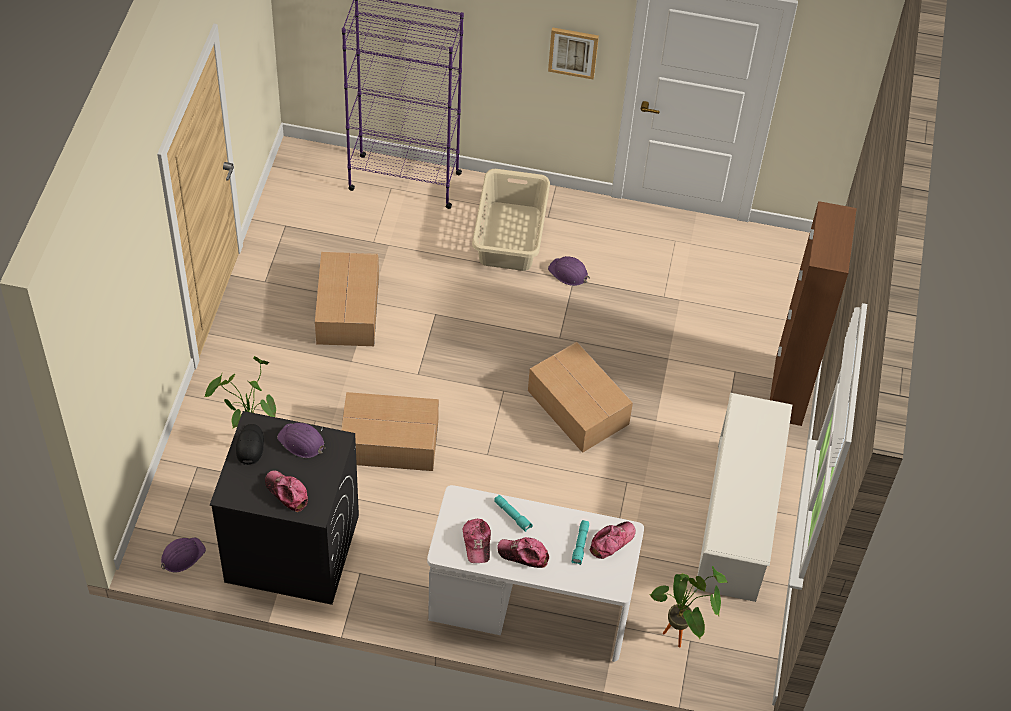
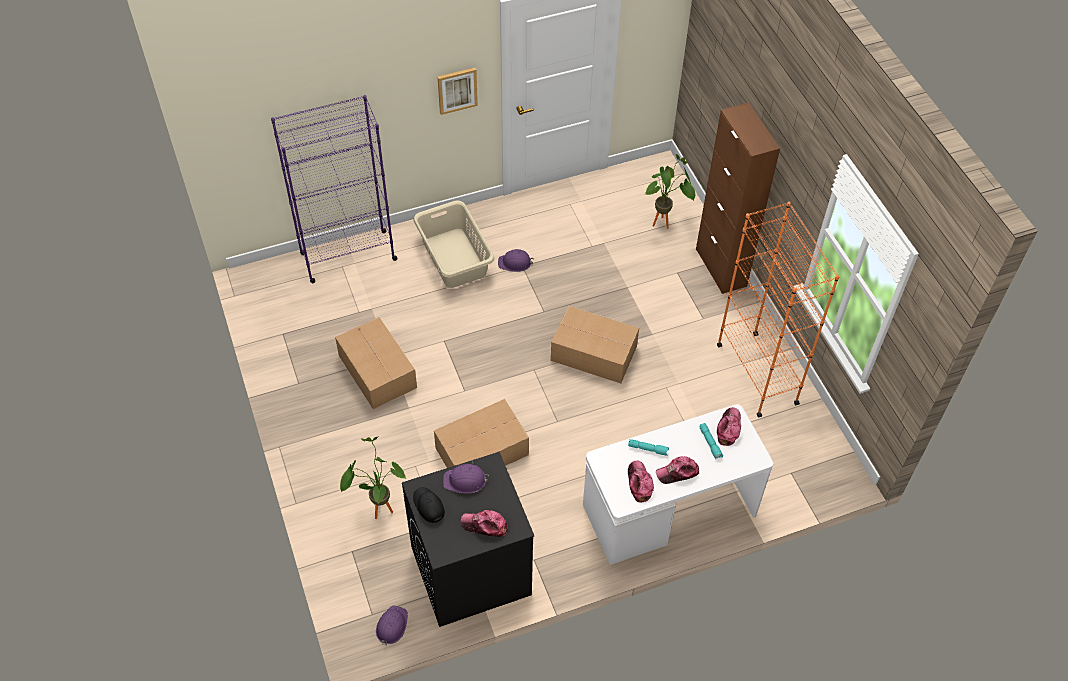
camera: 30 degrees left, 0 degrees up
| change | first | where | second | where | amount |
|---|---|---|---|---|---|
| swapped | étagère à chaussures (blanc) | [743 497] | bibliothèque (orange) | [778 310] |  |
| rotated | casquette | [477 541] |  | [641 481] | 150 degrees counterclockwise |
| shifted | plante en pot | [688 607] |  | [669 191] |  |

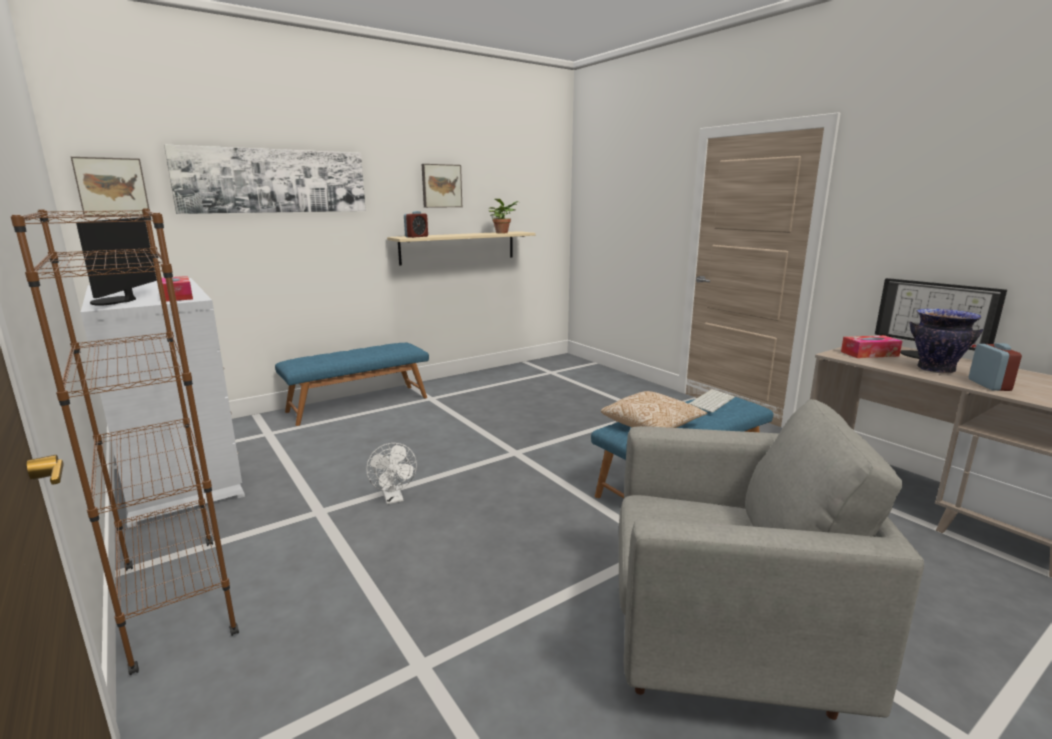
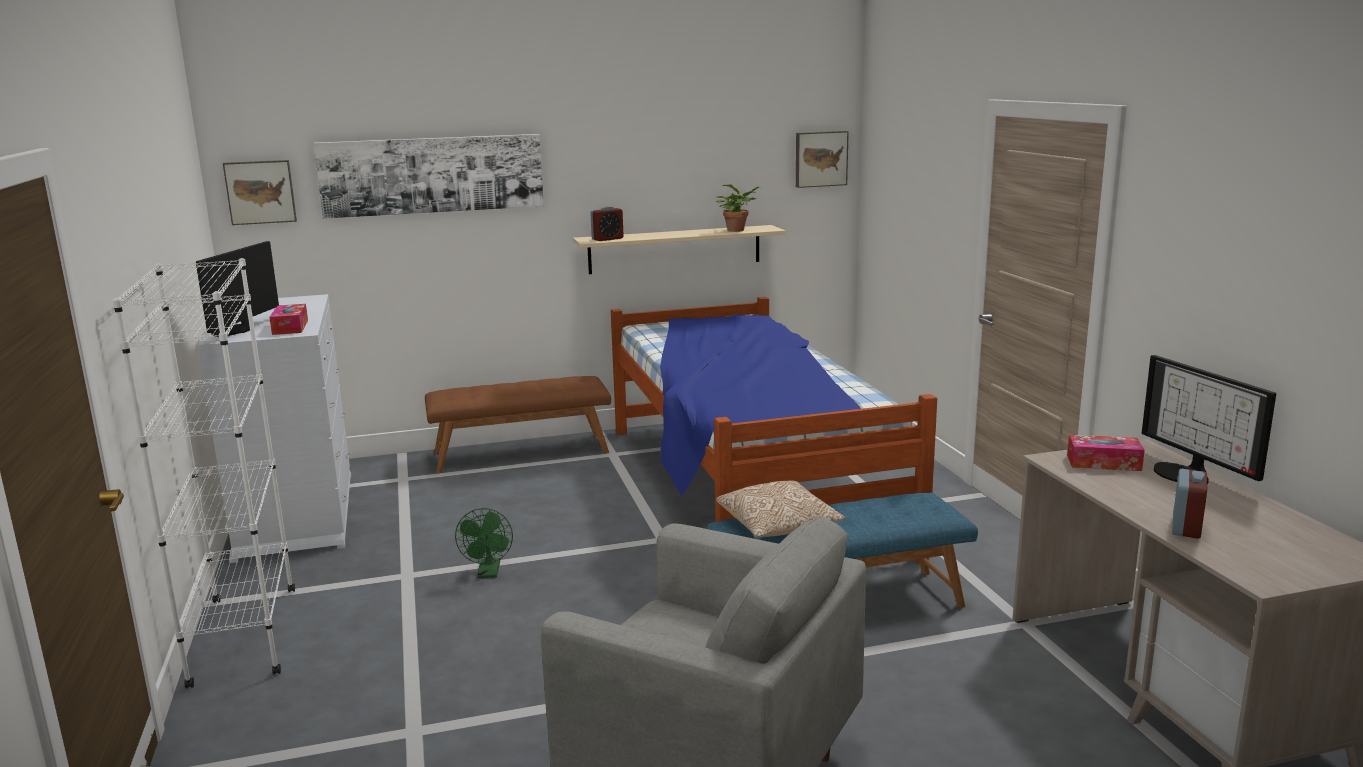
camera: 20 degrees right, 0 degrees up
| change | first | where | second | where | amount |
|---|---|---|---|---|---|
| shifted | tableau | [442 186] |  | [822 159] |  |
| repainted | bibliothèque (marron) | [124 441] | bibliothèque (blanc) | [204 473] |  |
| gone | vase | [946 341] |  |  |  |
| repainted | banc (bleu) | [352 384] | banc (marron) | [518 424] |  |
| gone | clavier | [711 401] |  |  |  |
| repainted | ventilateur (blanc) | [391 473] | ventilateur (vert) | [484 543] |  |
| new |  |  | lit | [774 430] |  |

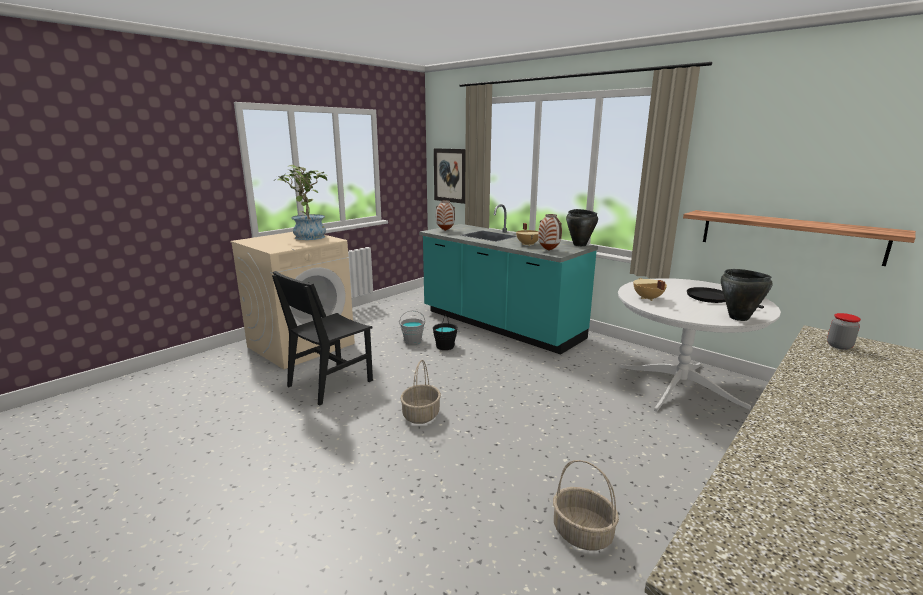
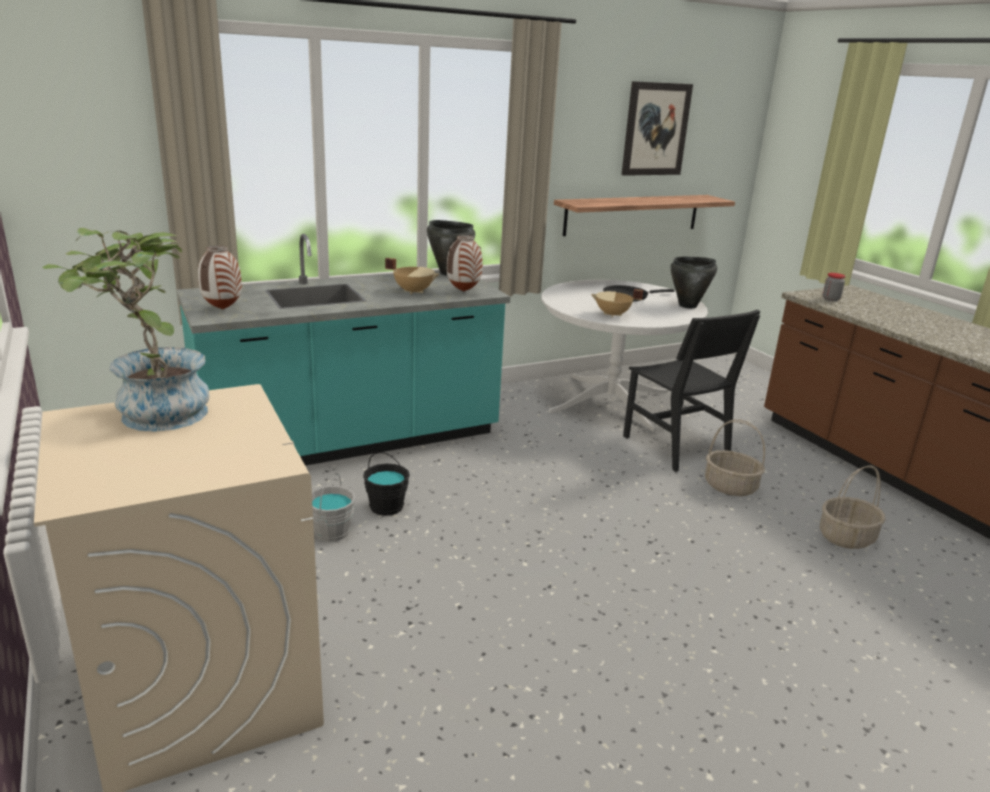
camera: 70 degrees left, 5 degrees up
| change | first | where | second | where | amount |
|---|---|---|---|---|---|
| shifted | tableau | [450 176] |  | [657 128] |  |
| shifted | chaise (noir) | [322 338] |  | [692 391] |  |
| shifted | panier | [420 392] |  | [735 457] |  |

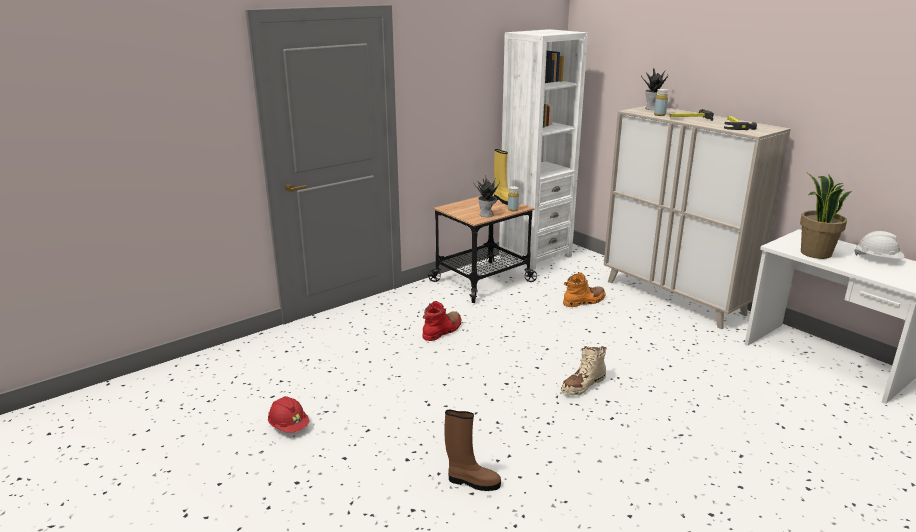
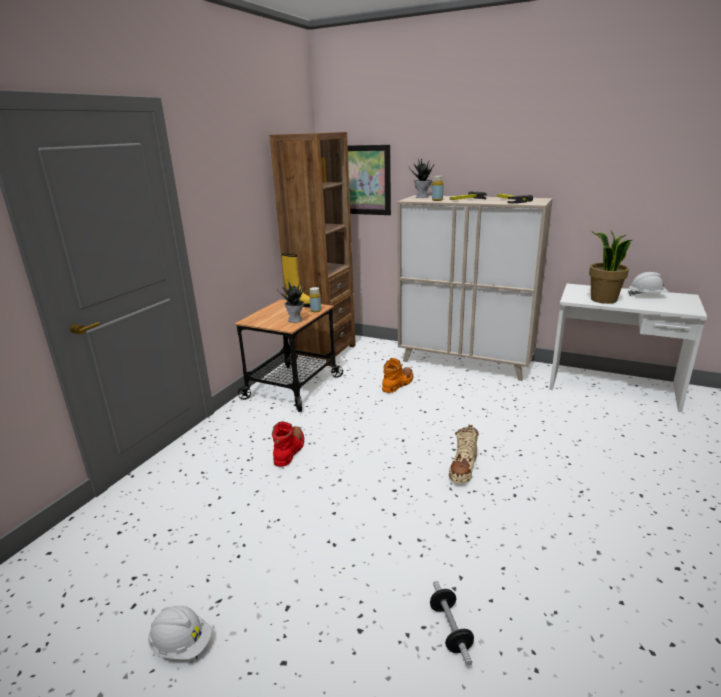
camera: 25 degrees left, 0 degrees up
| change | first | where | second | where | amount |
|---|---|---|---|---|---|
| repainted | bibliothèque (blanc) | [543 149] | bibliothèque (marron) | [312 249] |  |
| repainted | casque de chantier (rouge) | [289 414] | casque de chantier (blanc) | [180 633] |  |
| swapped | botte (marron) | [472 450] | haltère | [452 623] |  |
| new |  |  | tableau | [369 180] |  |

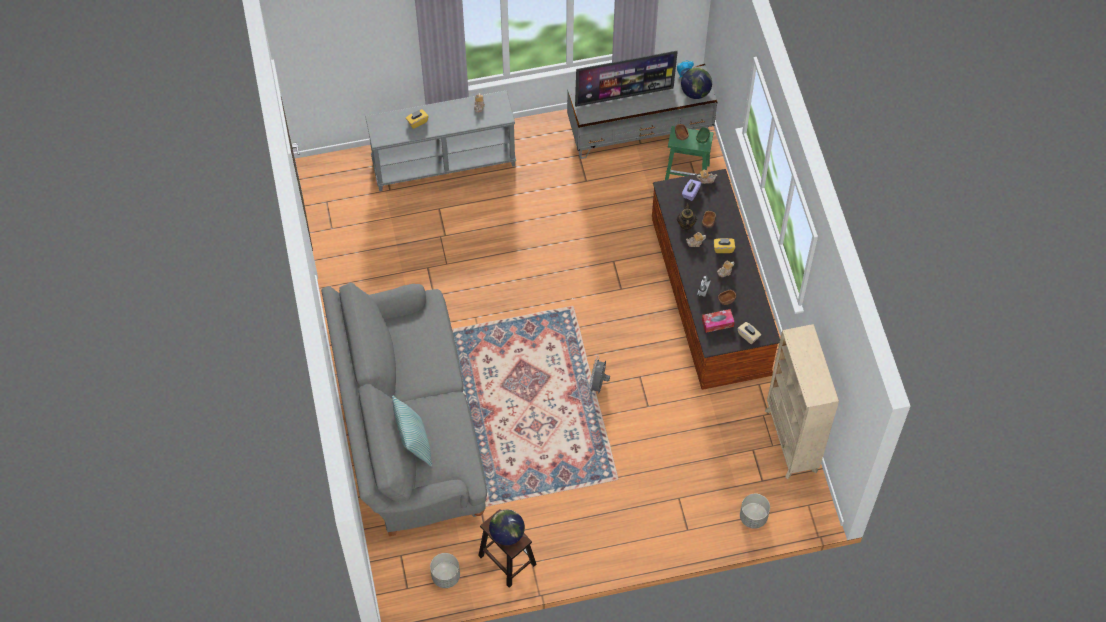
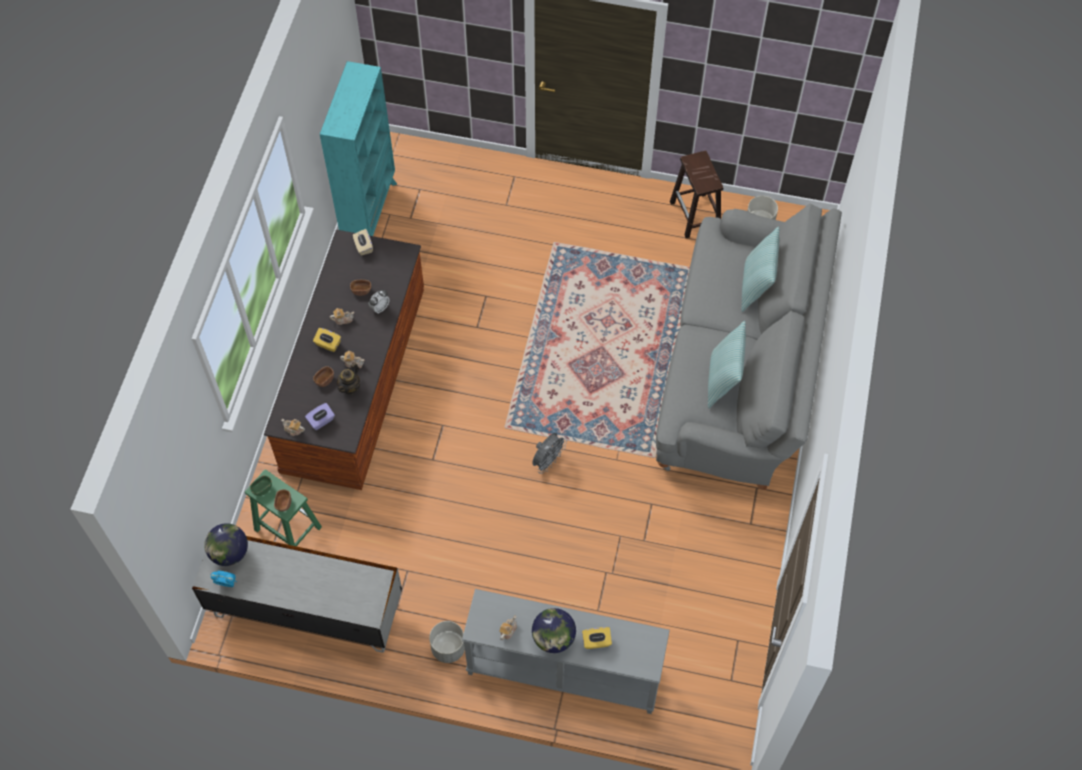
camera: 155 degrees left, 0 degrees up
| change | first | where | second | where | amount |
|---|---|---|---|---|---|
| gone | téléviseur | [626 79] |  |  |  |
| gone | boîte à mouchoirs | [718 321] |  |  |  |
| repainted | bibliothèque (beige) | [802 401] | bibliothèque (turquoise) | [358 148] |  |
| shifted | ventilateur (gris) | [599 375] |  | [549 453] |  |
| shifted | cache-pot (gris) | [755 511] |  | [447 642] |  |
| shifted | globe | [507 527] |  | [554 630] |  |
| new |  |  | coussin | [727 364] |  |

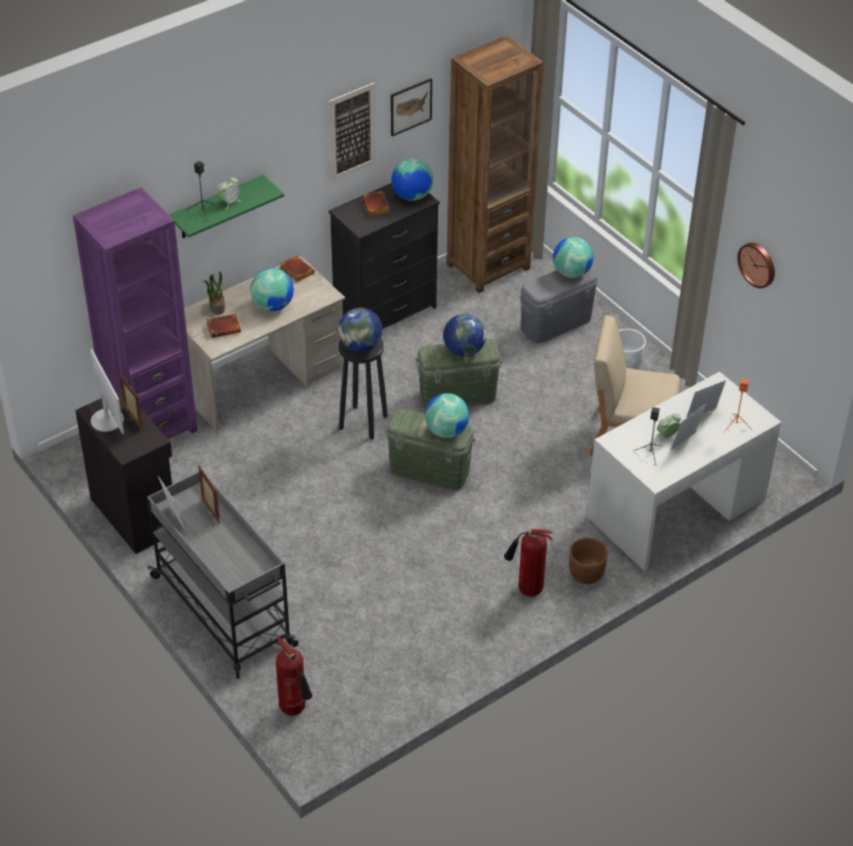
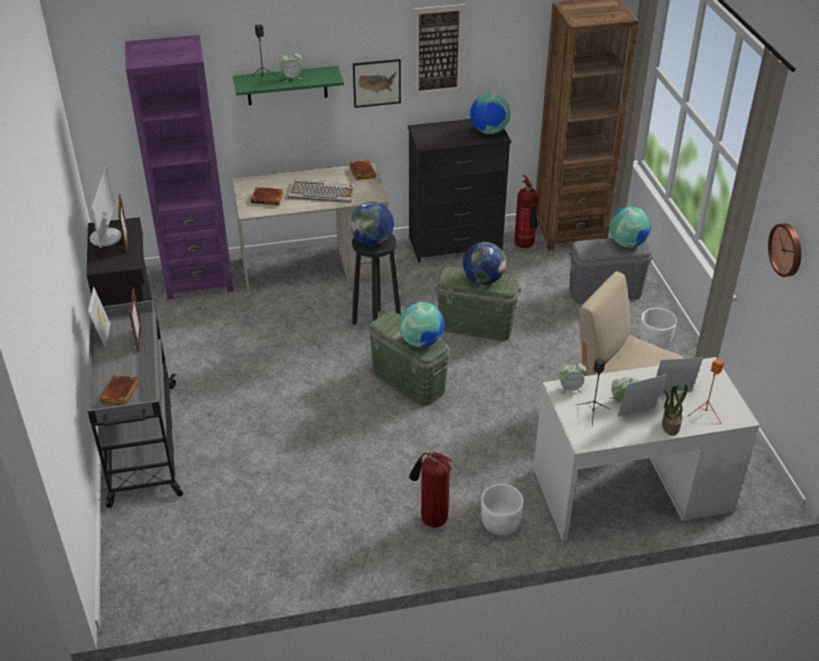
camera: 25 degrees right, 5 degrees down
| change | first | where | second | where | amount |
|---|---|---|---|---|---|
| shifted | tableau | [411 107] |  | [377 83] |  |
| shifted | livre (marron) | [376 203] |  | [119 390] |  |
| swapped | globe | [272 289] | clavier | [321 191] |  |
| shifted | plante en pot | [214 293] |  | [675 409] |  |
| repainted | cache-pot (marron) | [588 561] | cache-pot (blanc) | [502 509] |  |
| shifted | extincteur | [294 676] |  | [526 211] |  |
| new |  |  | réveil | [573 377] |  |

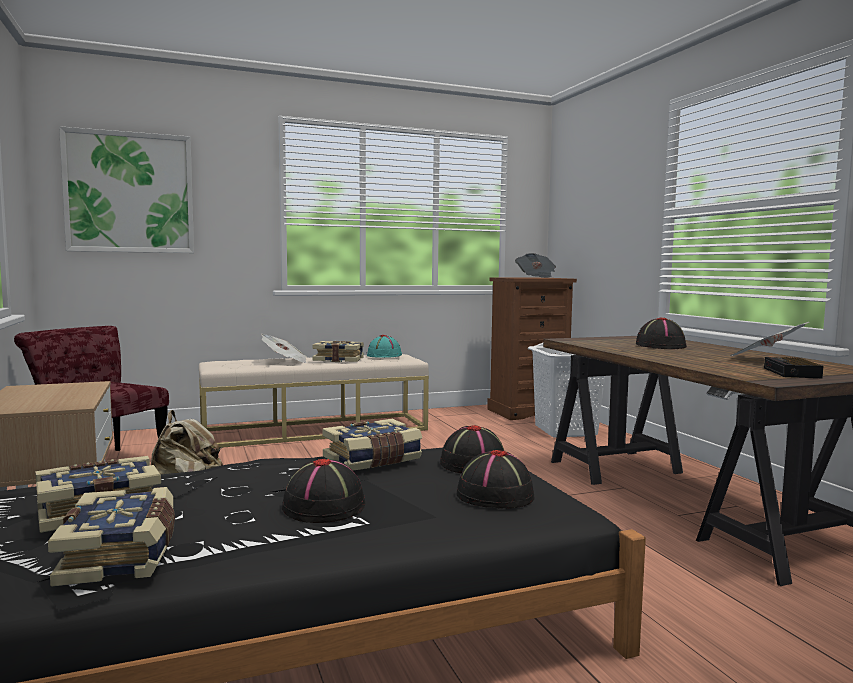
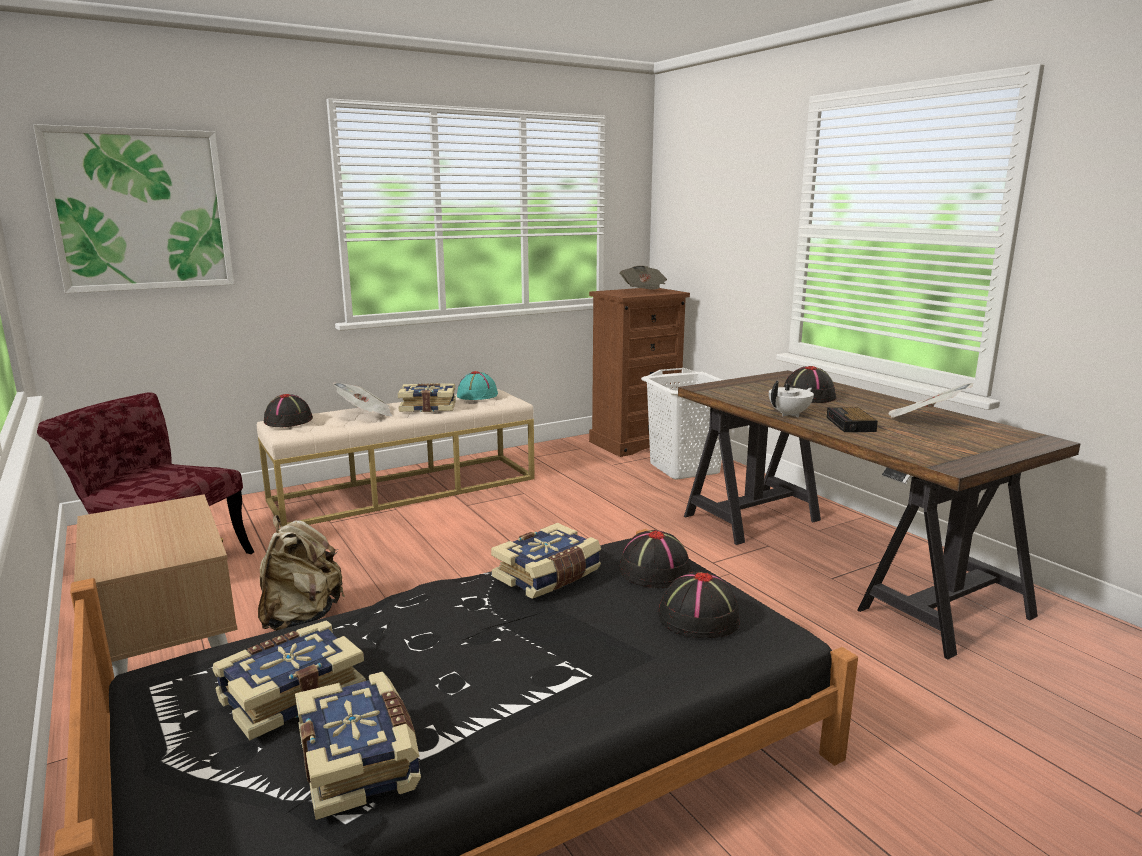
camera: 10 degrees left, 10 degrees up
| change | first | where | second | where | amount |
|---|---|---|---|---|---|
| shifted | réveil | [793 367] |  | [852 419] |  |
| shifted | chapeau (noir) | [323 491] |  | [288 410] |  |
| new |  |  | théière (blanc) | [791 399] |  |

